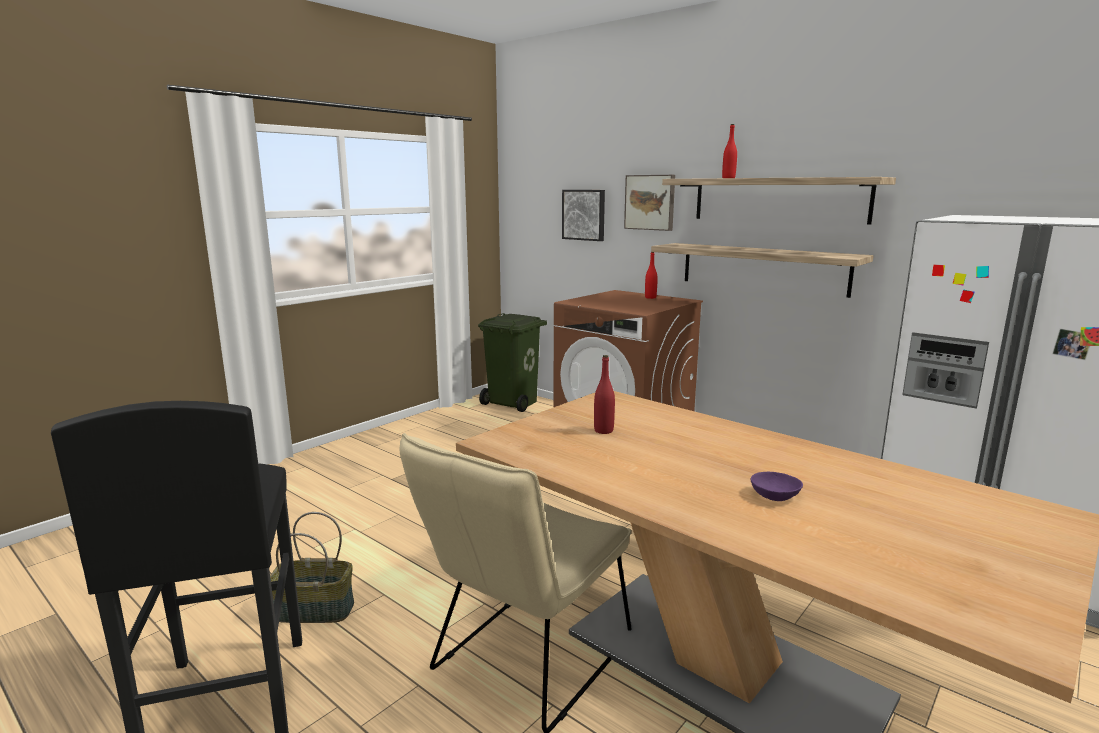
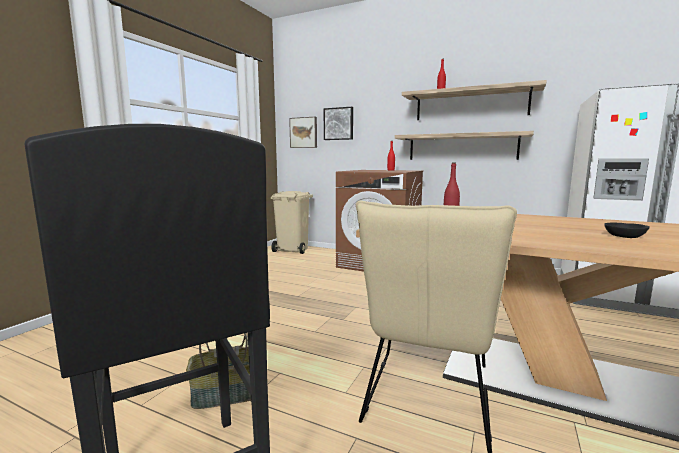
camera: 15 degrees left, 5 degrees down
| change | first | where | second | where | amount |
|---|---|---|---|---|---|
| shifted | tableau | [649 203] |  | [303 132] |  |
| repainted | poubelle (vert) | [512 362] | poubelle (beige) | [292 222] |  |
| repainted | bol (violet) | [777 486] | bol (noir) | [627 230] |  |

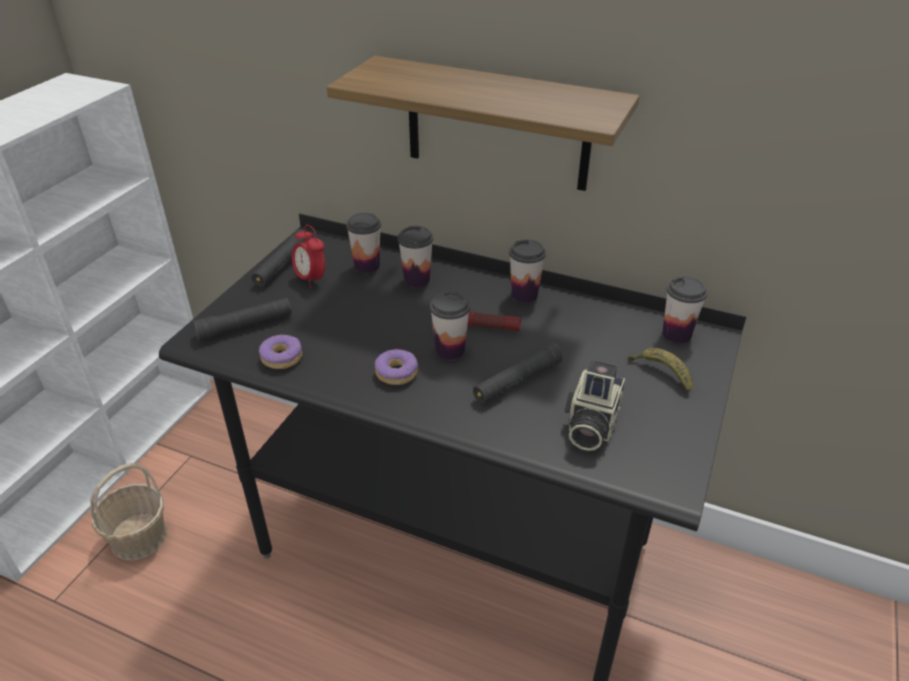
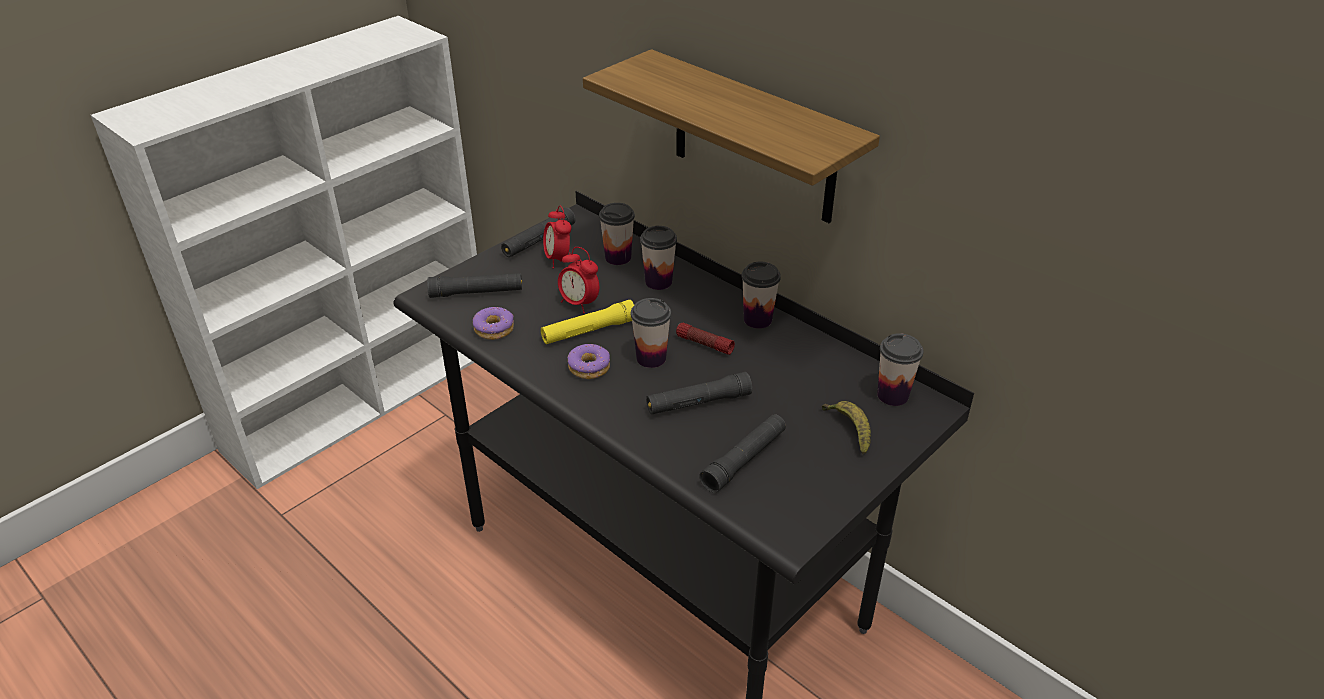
camera: 20 degrees right, 0 degrees up
| change | first | where | second | where | amount |
|---|---|---|---|---|---|
| swapped | appareil photo | [595 405] | lampe de poche (noir) | [742 453] |  |
| gone | panier | [128 512] |  |  |  |
| new |  |  | réveil | [578 280] |  |
| new |  |  | lampe de poche (jaune) | [587 322] |  |

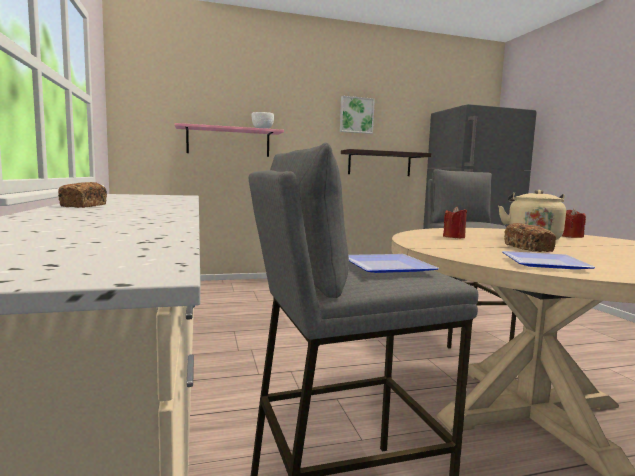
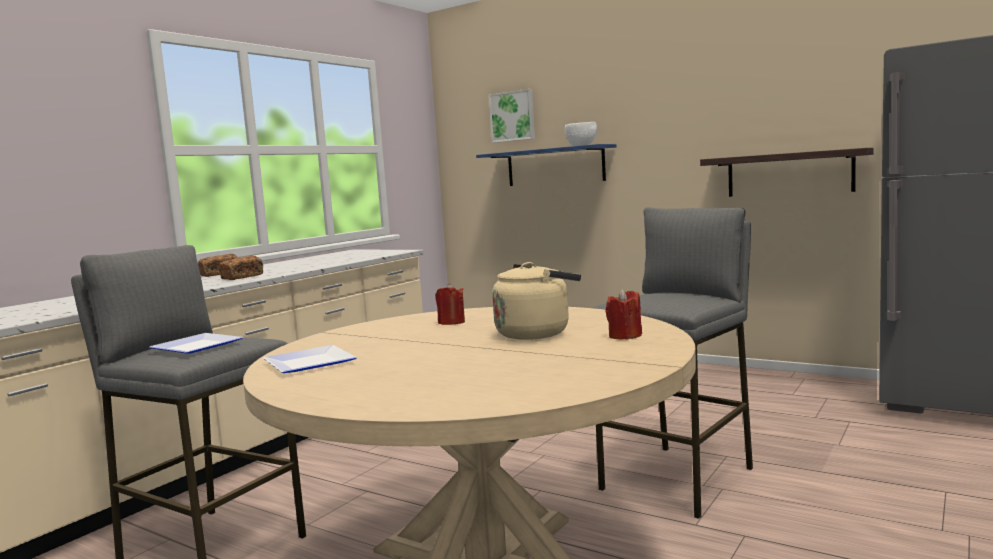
camera: 50 degrees right, 0 degrees up
| change | first | where | second | where | amount |
|---|---|---|---|---|---|
| shifted | tableau | [357 115] |  | [512 116] |  |
| repainted | étagère (rose) | [229 140] | étagère (bleu) | [546 165] |  |
| shifted | pain | [530 237] |  | [241 267] |  |

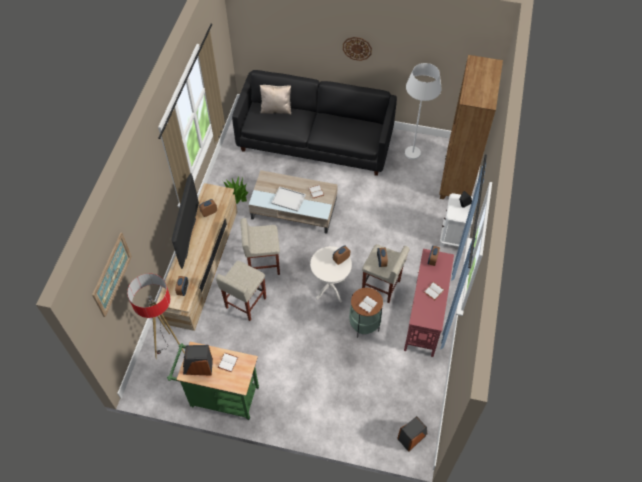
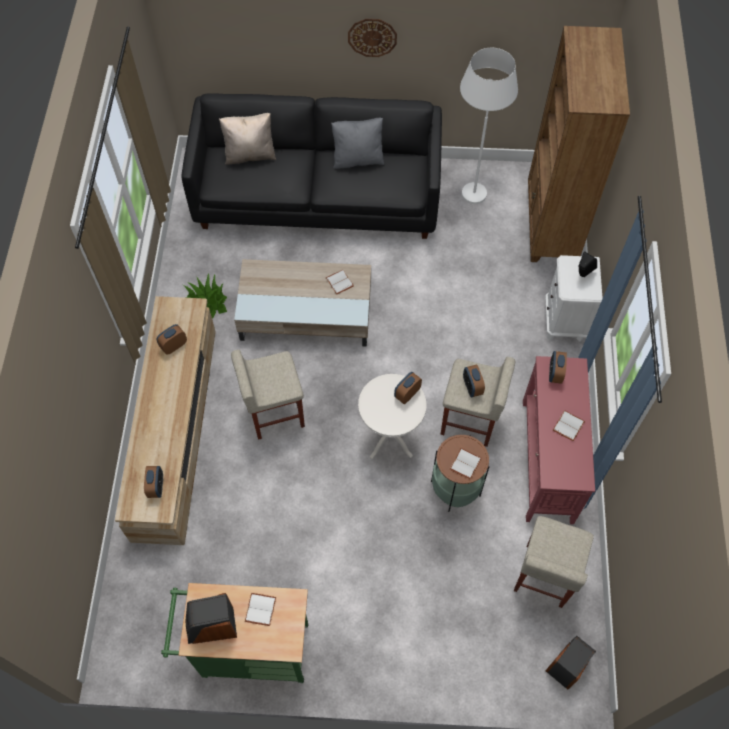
camera: 10 degrees left, 5 degrees up
| change | first | where | second | where | amount |
|---|---|---|---|---|---|
| gone | téléviseur | [185 221] |  |  |  |
| gone | plateau (blanc) | [289 199] |  |  |  |
| gone | tableau | [112 274] |  |  |  |
| shifted | tabouret (beige) | [241 291] |  | [554 562] |  |
| gone | lampadaire | [156 316] |  |  |  |
| new |  |  | coussin (gris) | [357 143] |  |

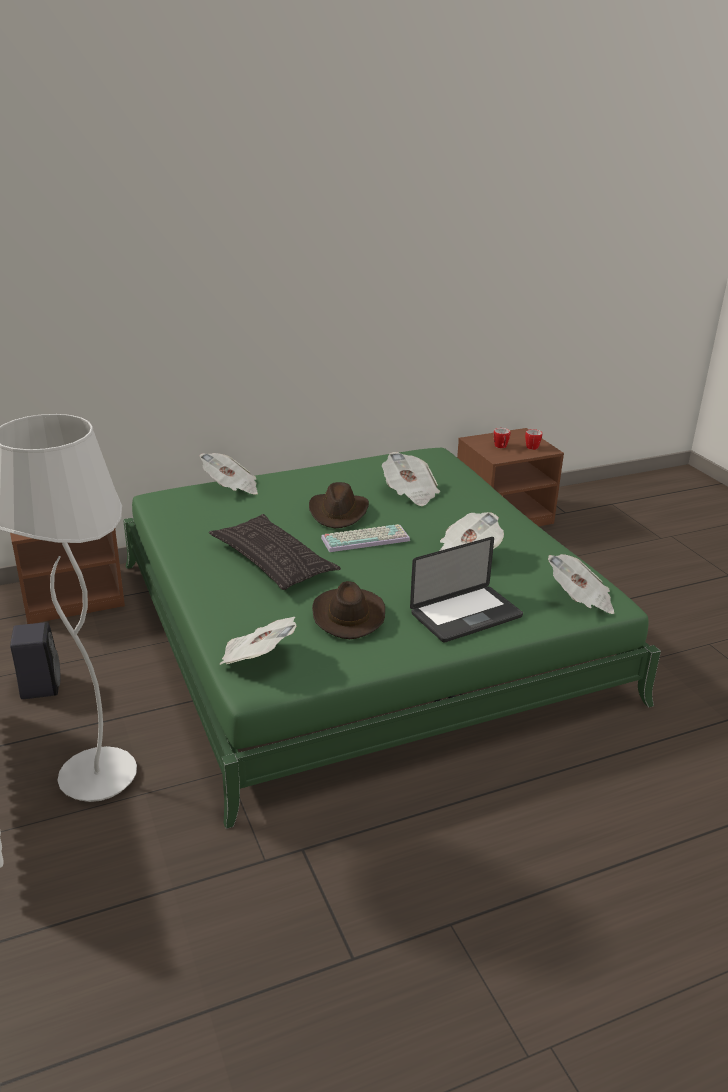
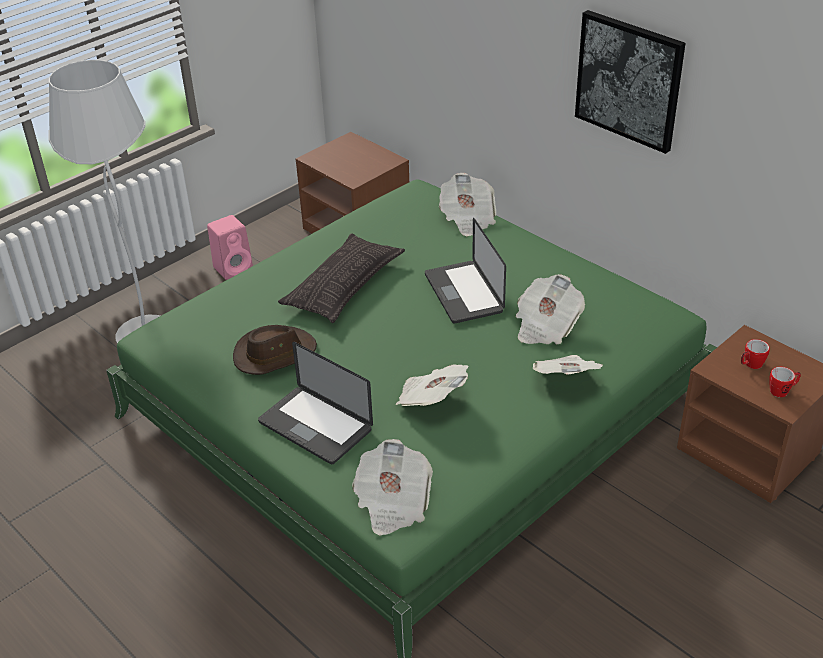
camera: 70 degrees right, 10 degrees up
| change | first | where | second | where | amount |
|---|---|---|---|---|---|
| swapped | chapeau (marron) | [339 505] | ordinateur portable | [465 271] |  |
| gone | clavier | [365 538] |  |  |  |
| shifted | journal | [258 641] |  | [567 365] |  |
| repainted | enceinte (noir) | [35 660] | enceinte (rose) | [230 247] |  |
| new |  |  | tableau | [630 82] |  |

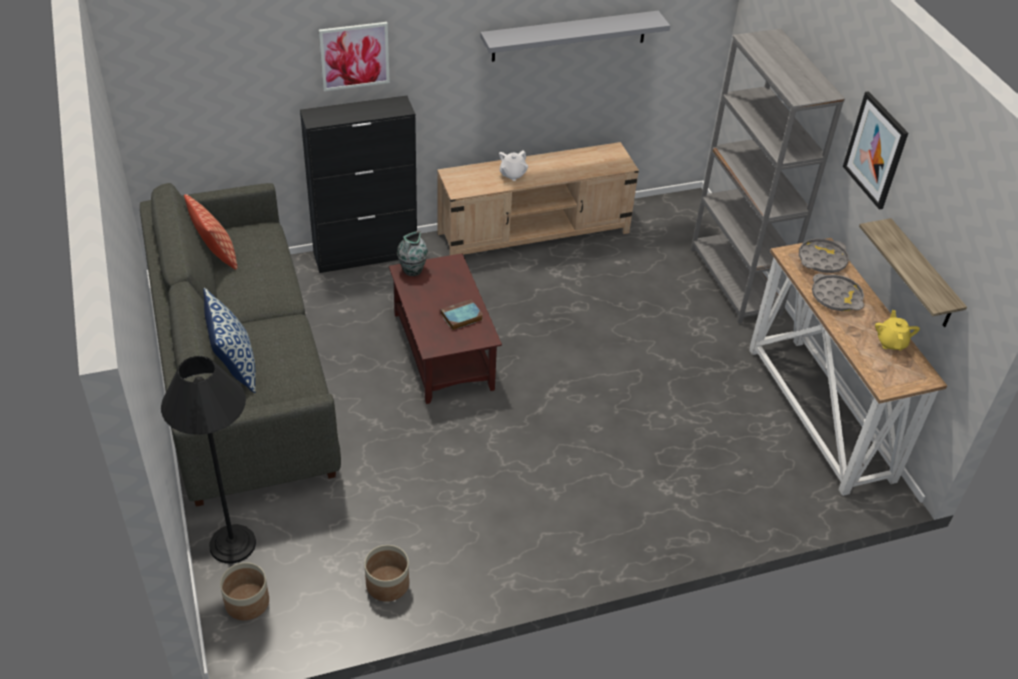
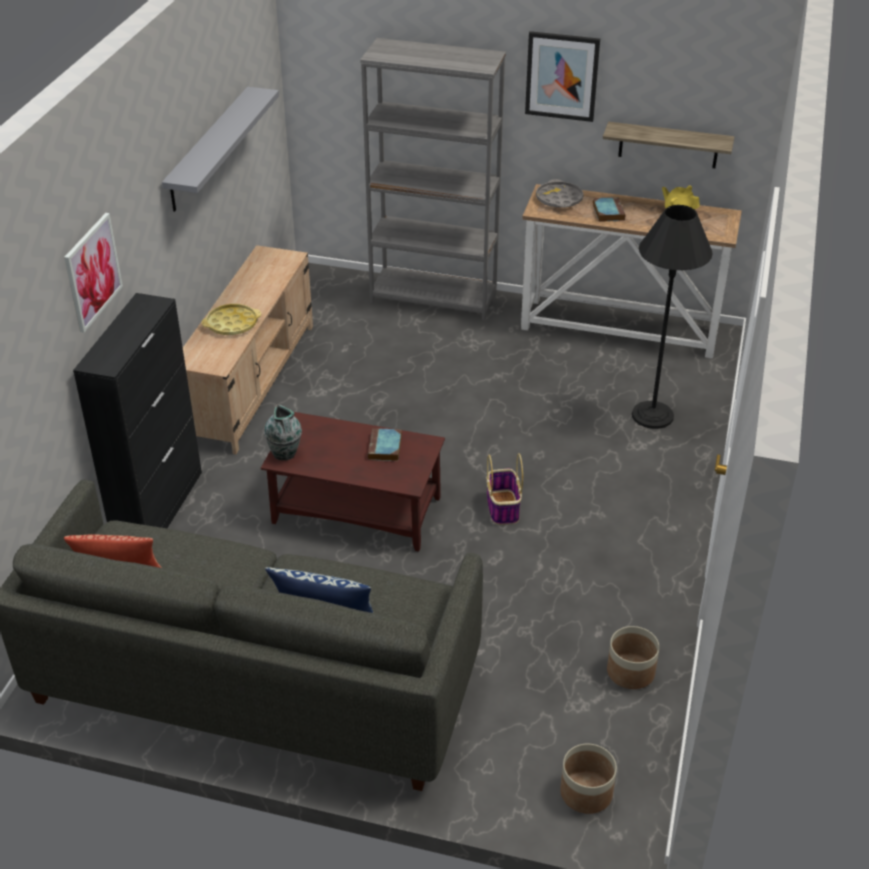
camera: 55 degrees left, 5 degrees down
| change | first | where | second | where | amount |
|---|---|---|---|---|---|
| swapped | théière (blanc) | [513 165] | plateau (jaune) | [231 319] |  |
| swapped | plateau (gris) | [838 292] | livre | [609 209] |  |
| shifted | lampadaire (noir) | [208 460] |  | [672 317] |  |
| new |  |  | panier | [505 489] |  |

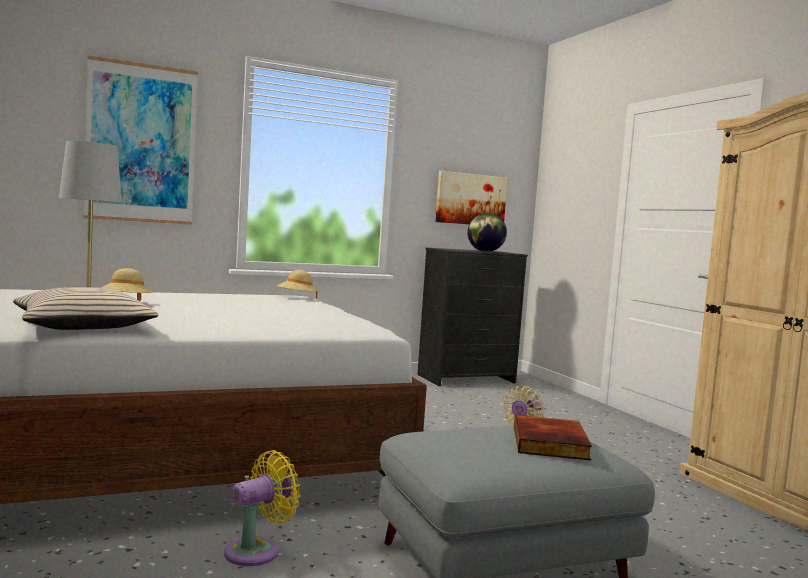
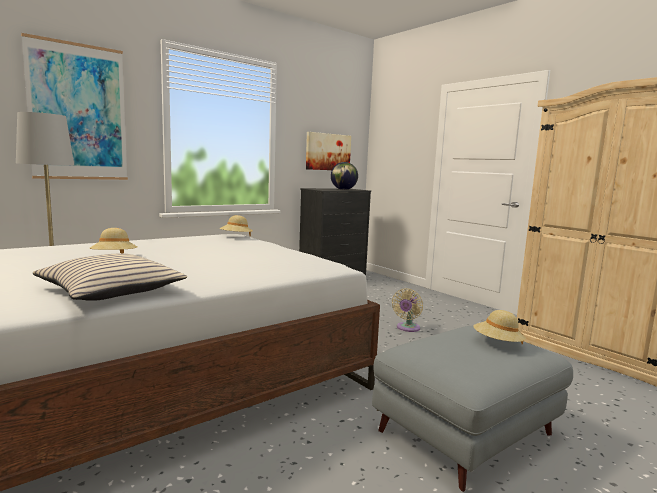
camera: 15 degrees left, 5 degrees up
| change | first | where | second | where | amount |
|---|---|---|---|---|---|
| swapped | livre | [553 437] | chapeau (beige) | [500 327] |  |
| gone | ventilateur (jaune) | [262 508] |  |  |  |

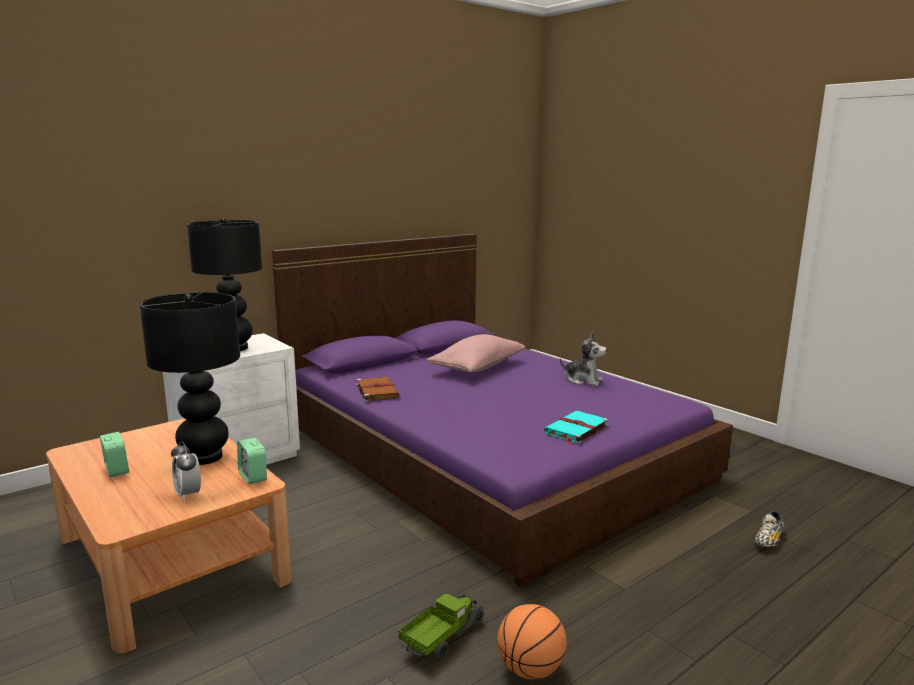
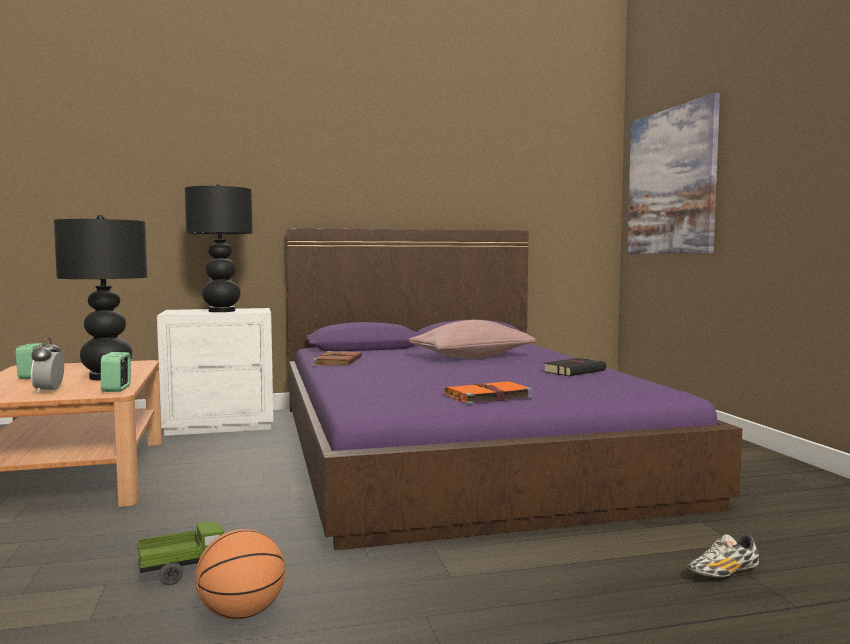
camera: 25 degrees right, 10 degrees down
| change | first | where | second | where | amount |
|---|---|---|---|---|---|
| swapped | peluche | [583 359] | livre (noir) | [574 367] |  |
| repainted | livre (turquoise) | [575 427] | livre (orange) | [488 392] |  |
| new |  |  | tableau | [673 173] |  |

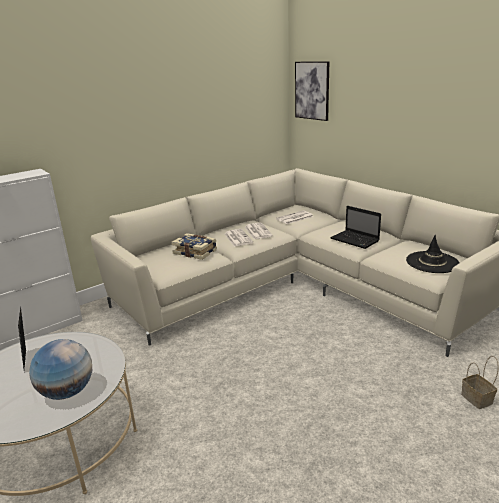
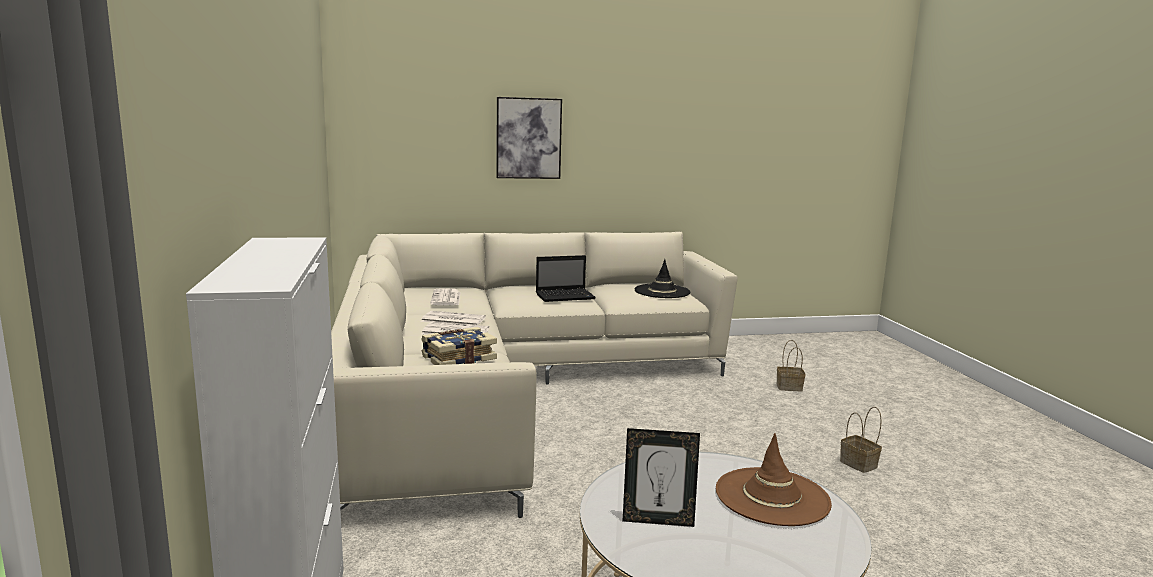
camera: 65 degrees left, 10 degrees down
| change | first | where | second | where | amount |
|---|---|---|---|---|---|
| shifted | tableau | [312 91] |  | [529 138] |  |
| swapped | globe | [60 369] | chapeau (marron) | [774 479] |  |
| new |  |  | panier | [861 440] |  |

